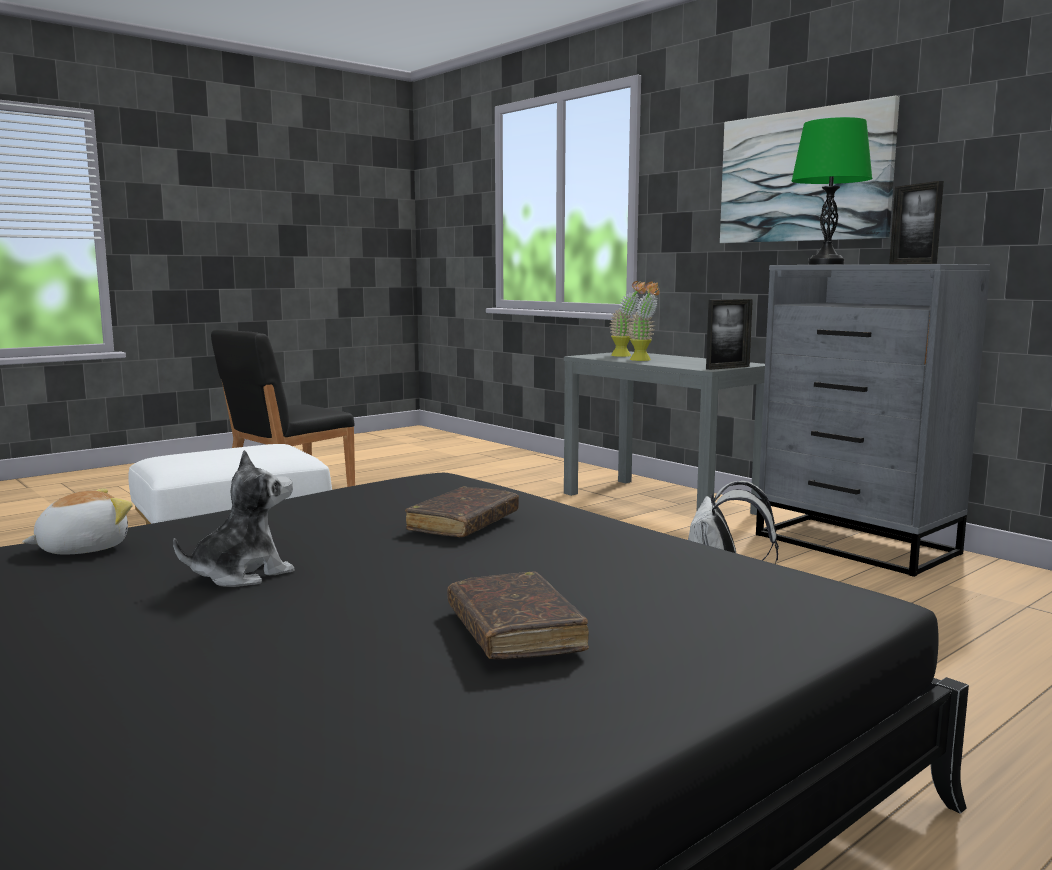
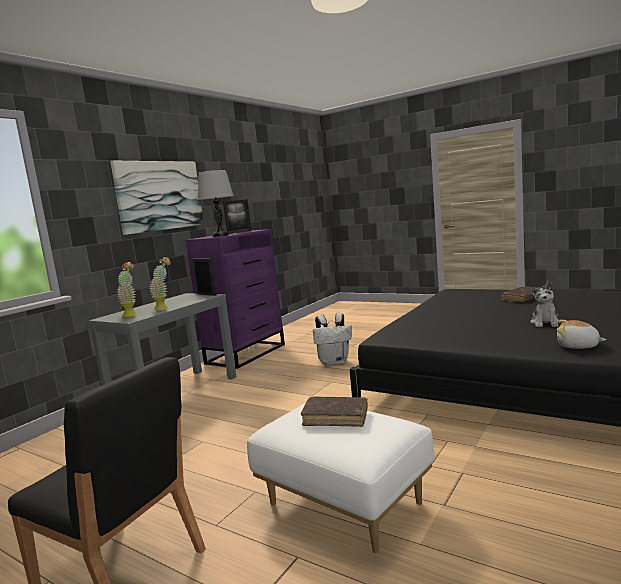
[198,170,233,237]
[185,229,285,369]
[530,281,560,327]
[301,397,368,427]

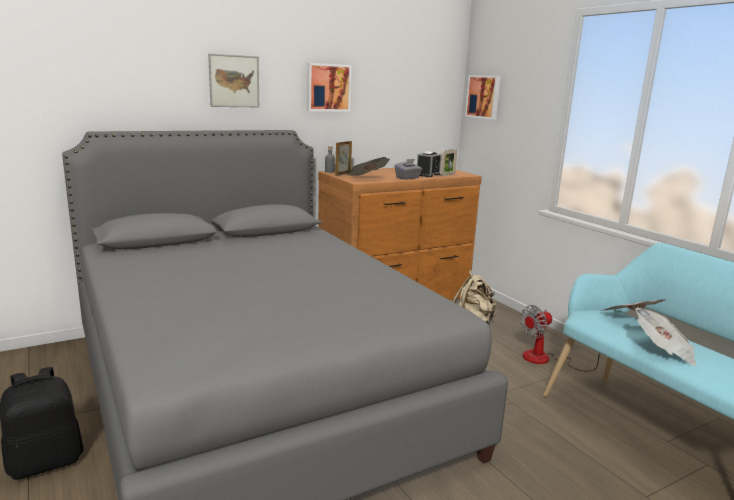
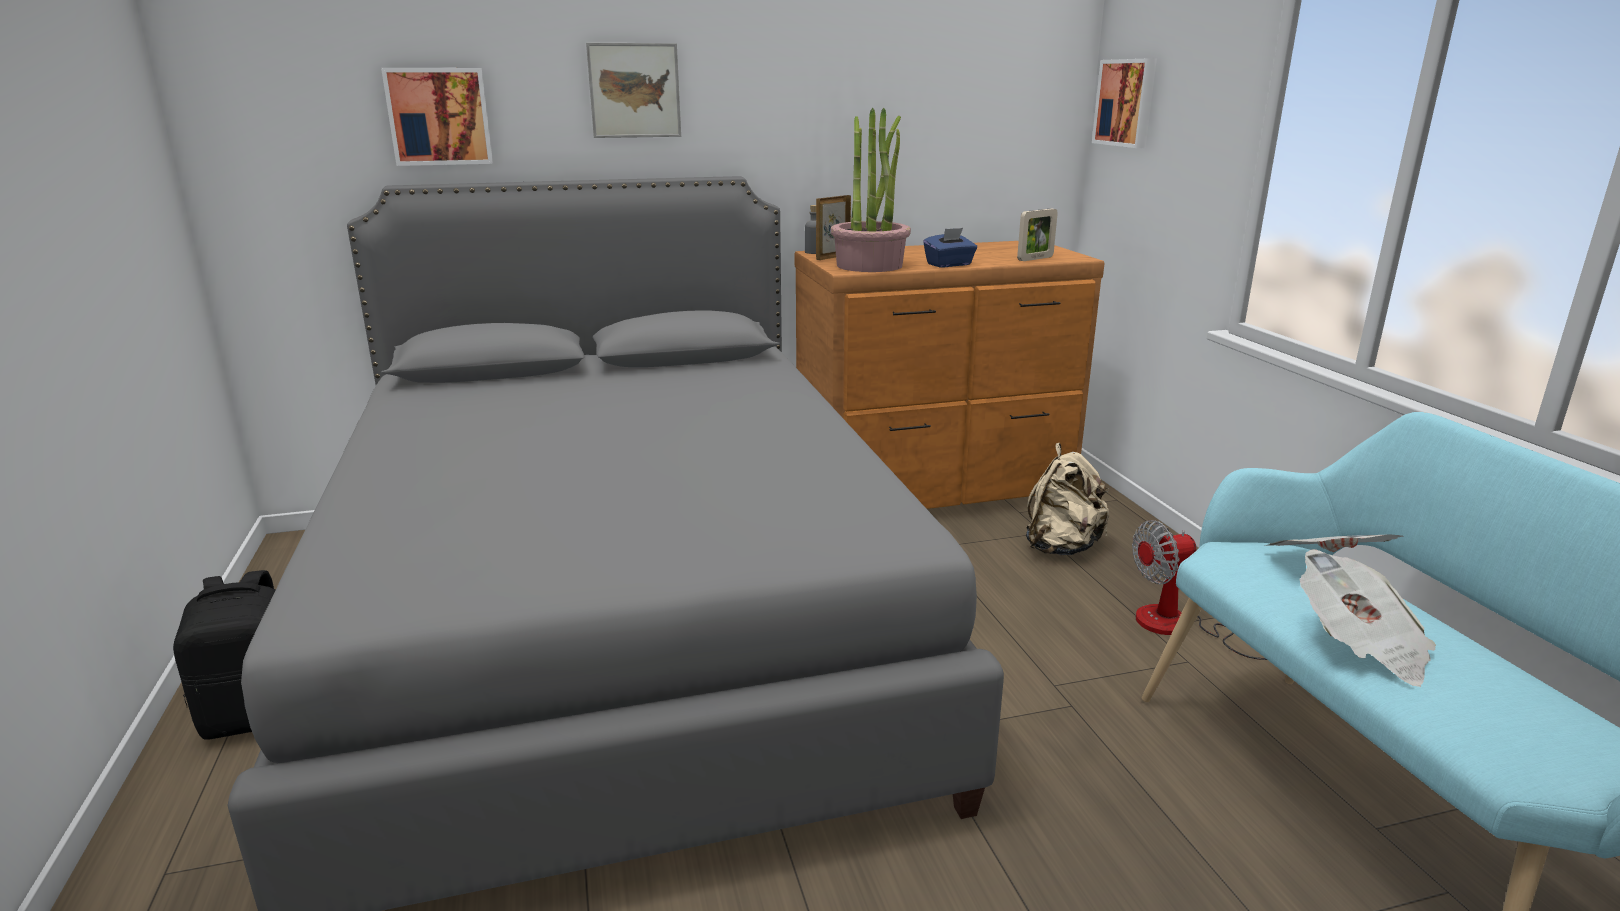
[381,68,493,166]
[417,151,441,177] (first image)
[831,108,911,272]
[923,228,977,267]

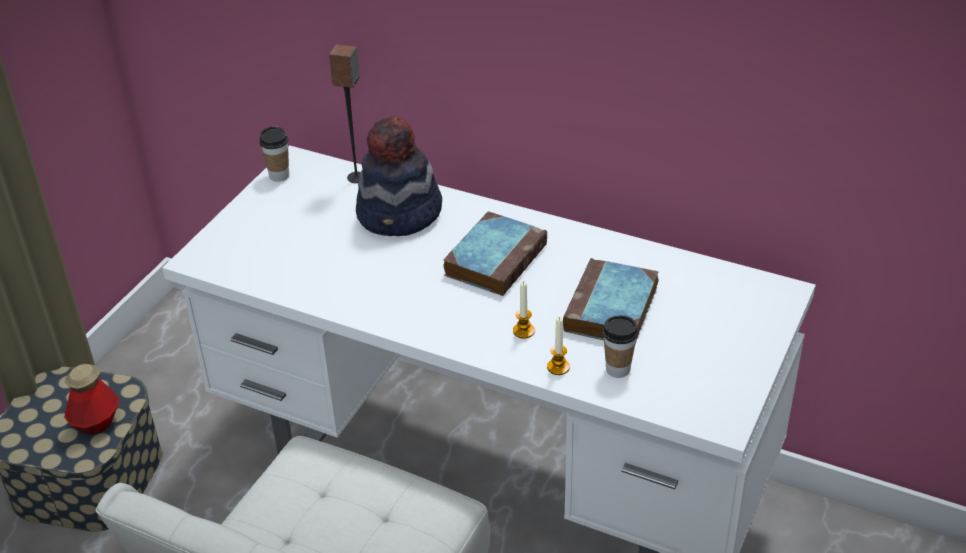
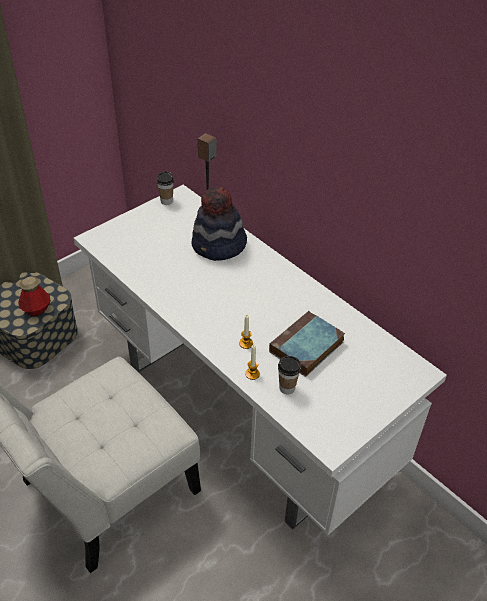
[443,211,547,296] (first image)

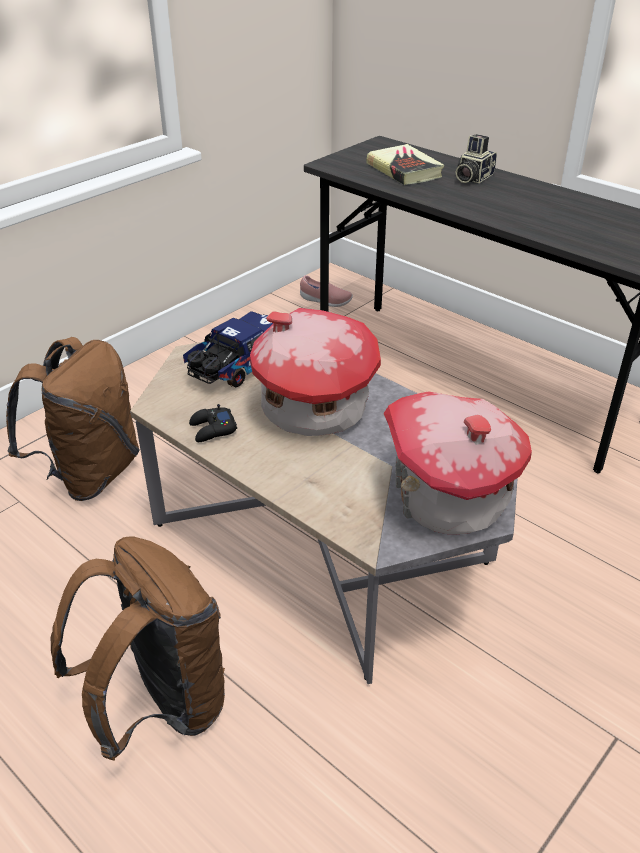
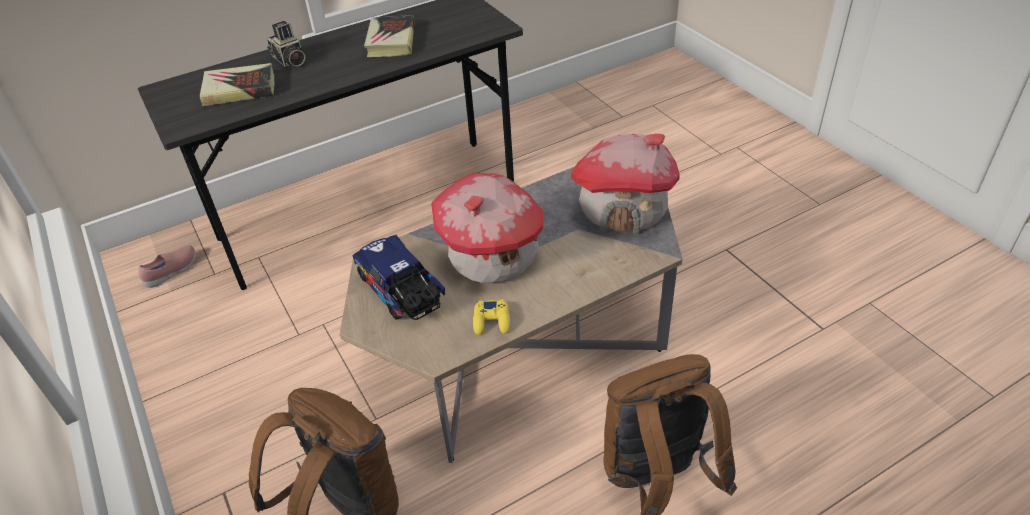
[473,300,510,335]
[364,15,414,57]

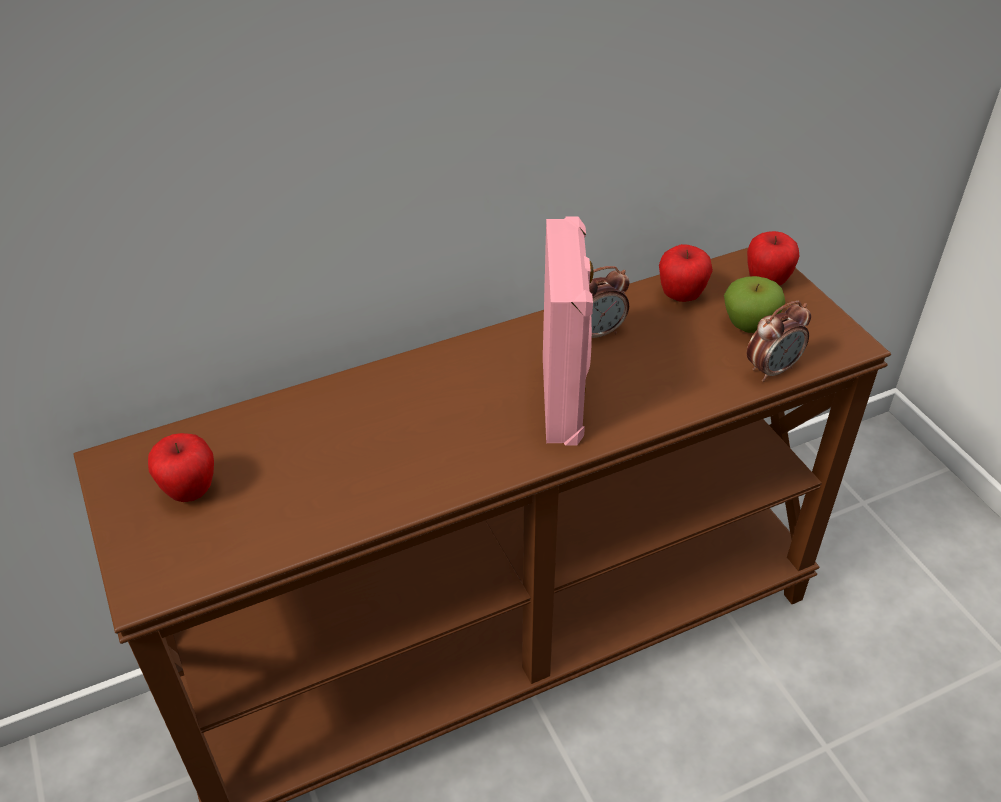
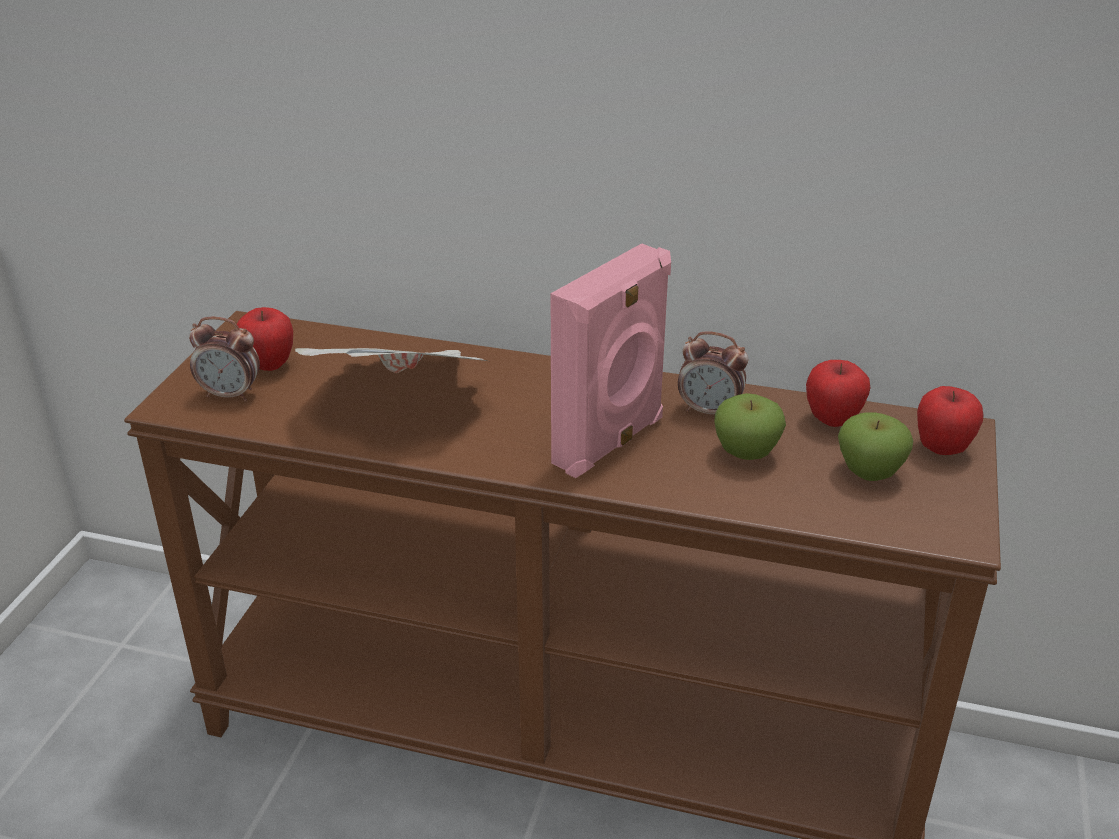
[189,317,260,402]
[295,348,487,373]
[714,393,786,460]

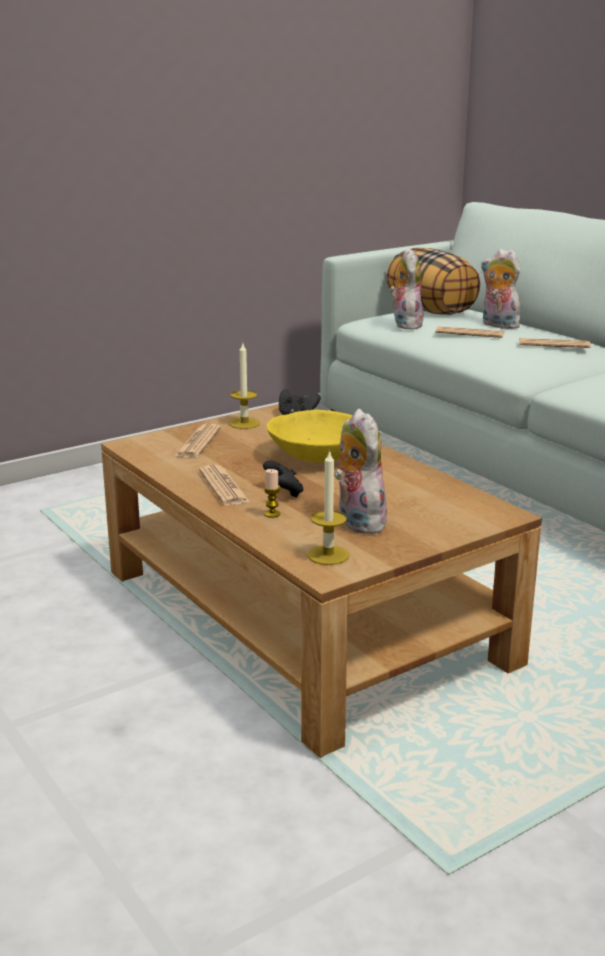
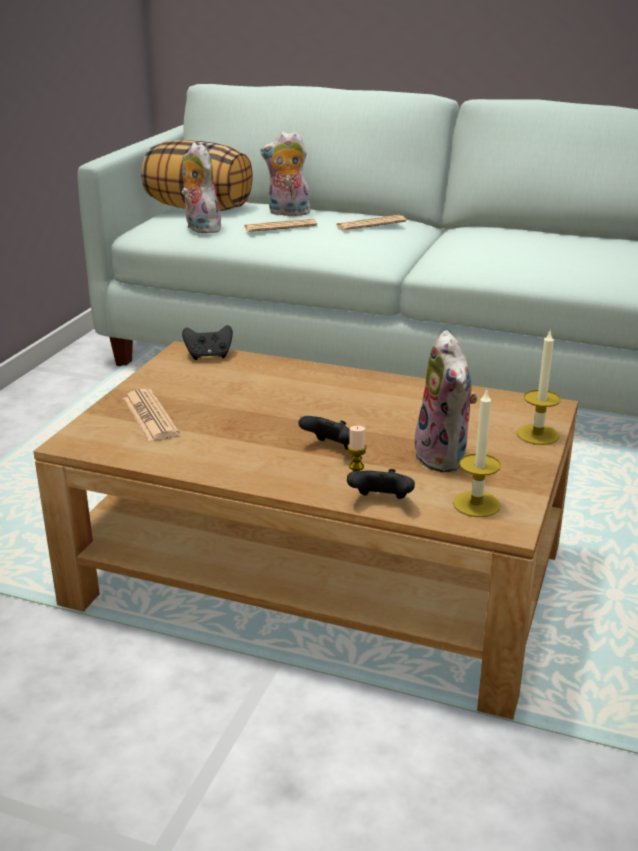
[517,331,561,445]
[415,330,478,472]
[267,410,353,463] (first image)
[199,465,250,505] (first image)
[347,469,415,499]

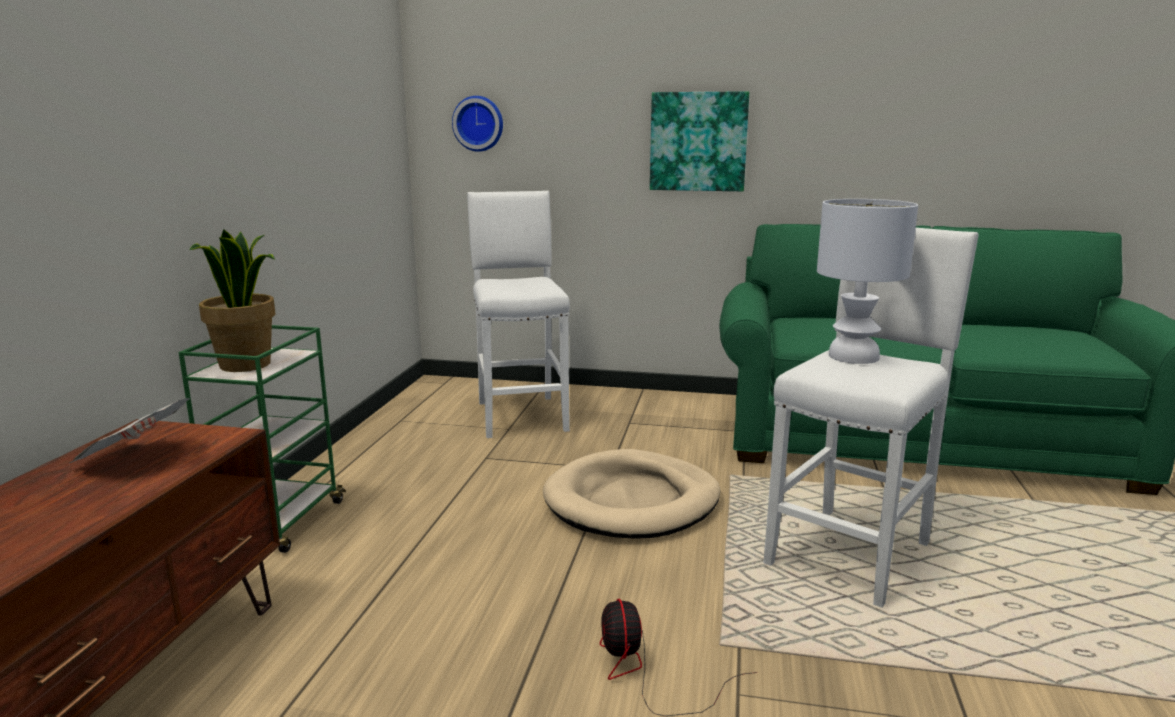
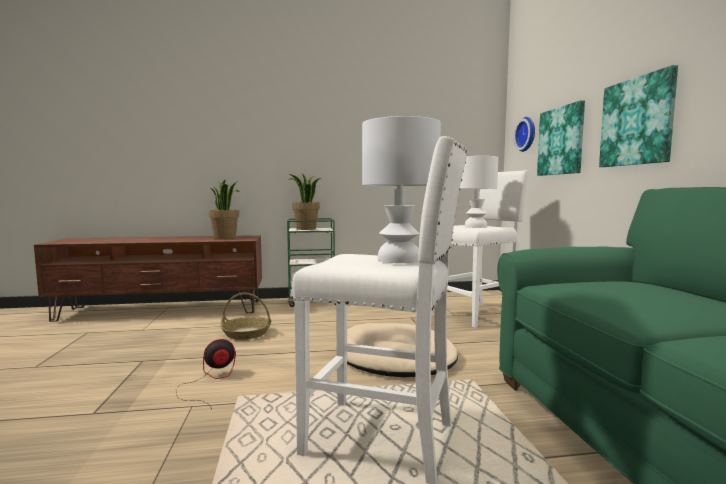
[208,179,239,239]
[537,100,585,176]
[460,156,498,228]
[220,293,271,340]

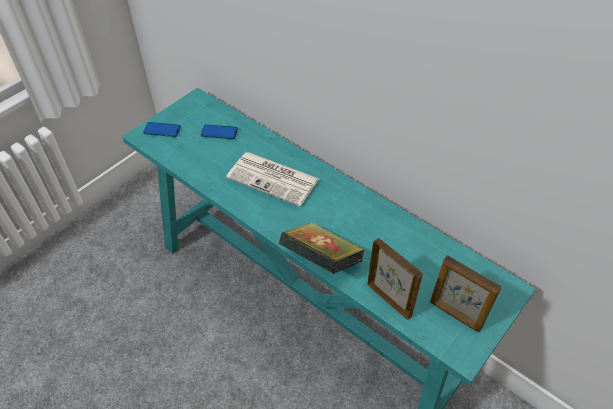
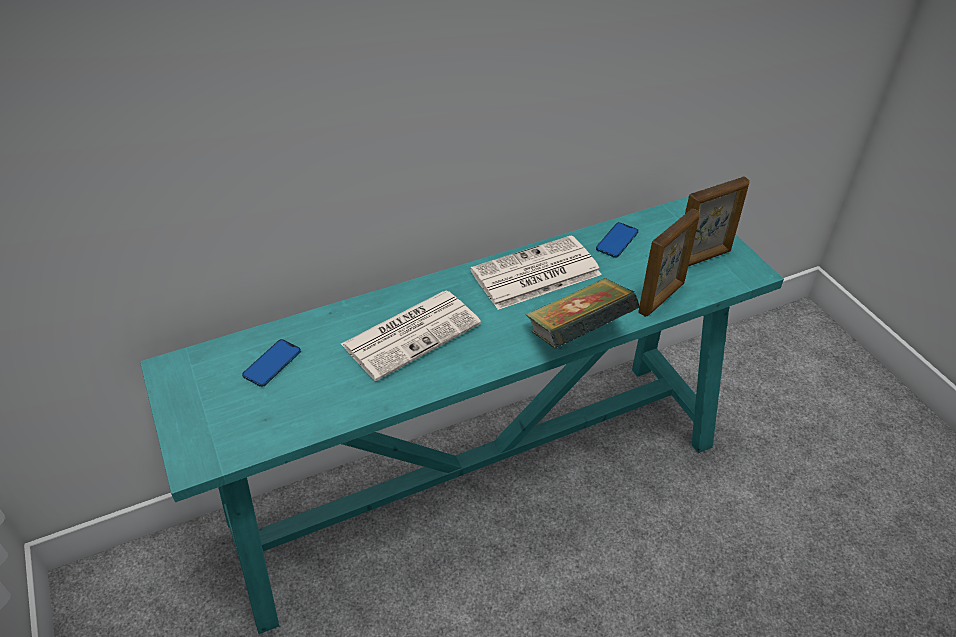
[596,222,639,258]
[638,208,700,317]
[470,235,602,310]

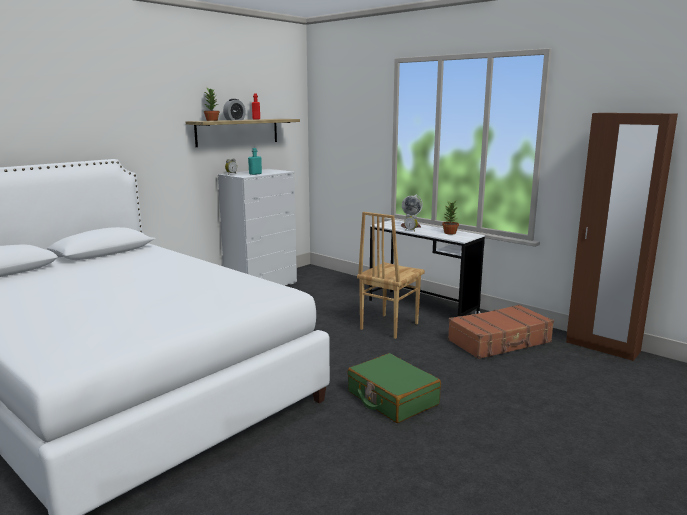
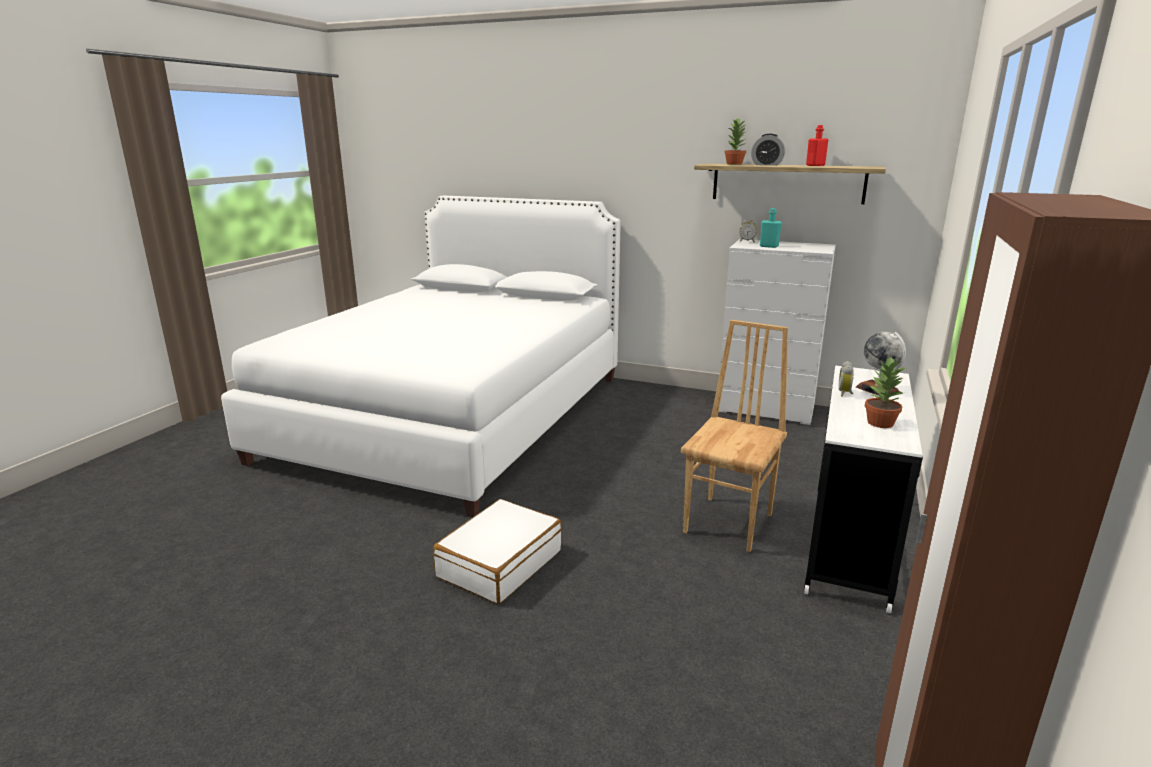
[681,320,788,552]
[448,304,554,359] (first image)
[433,499,562,604]

